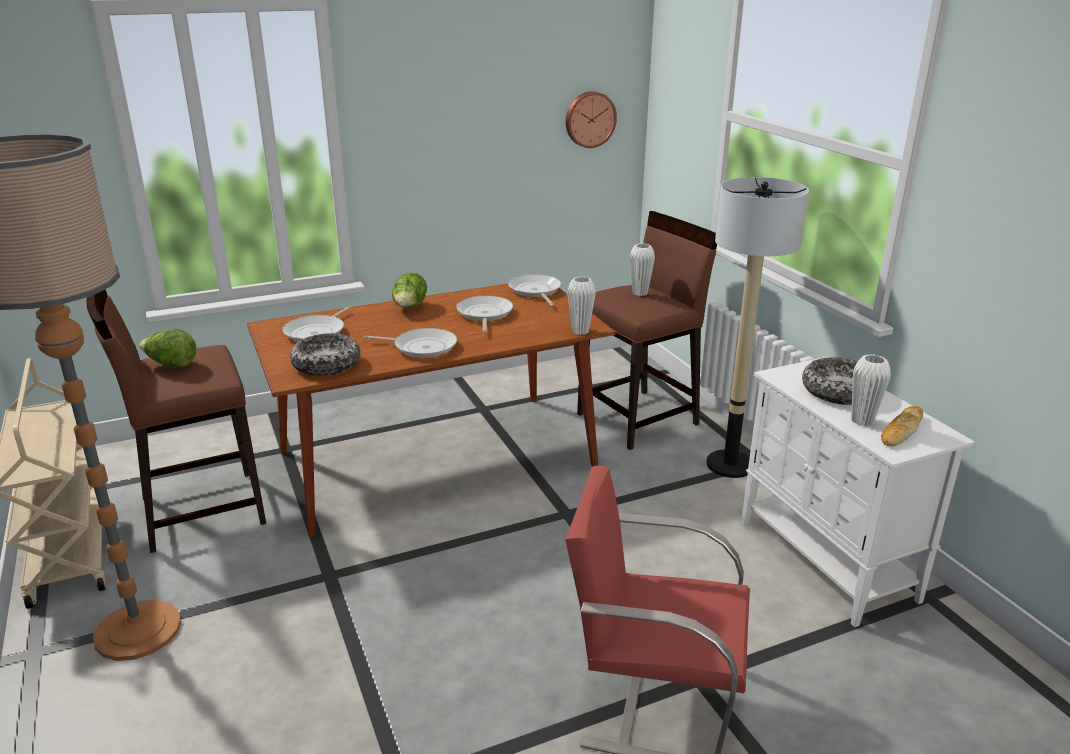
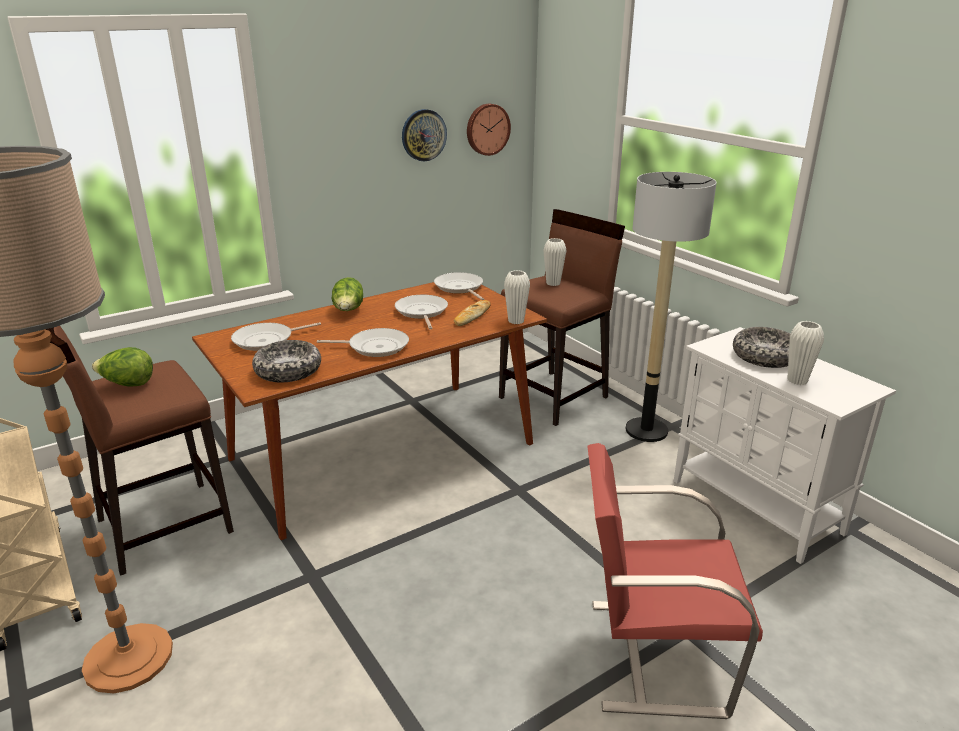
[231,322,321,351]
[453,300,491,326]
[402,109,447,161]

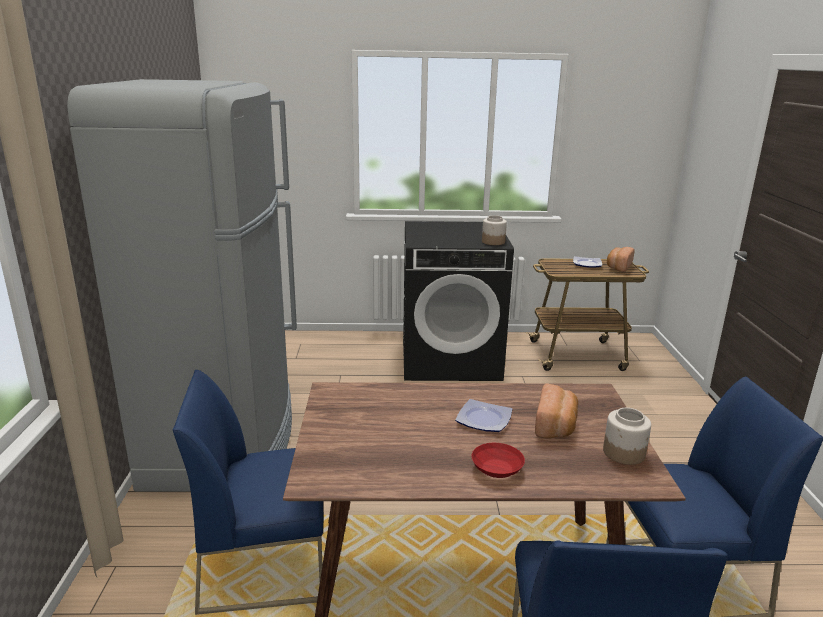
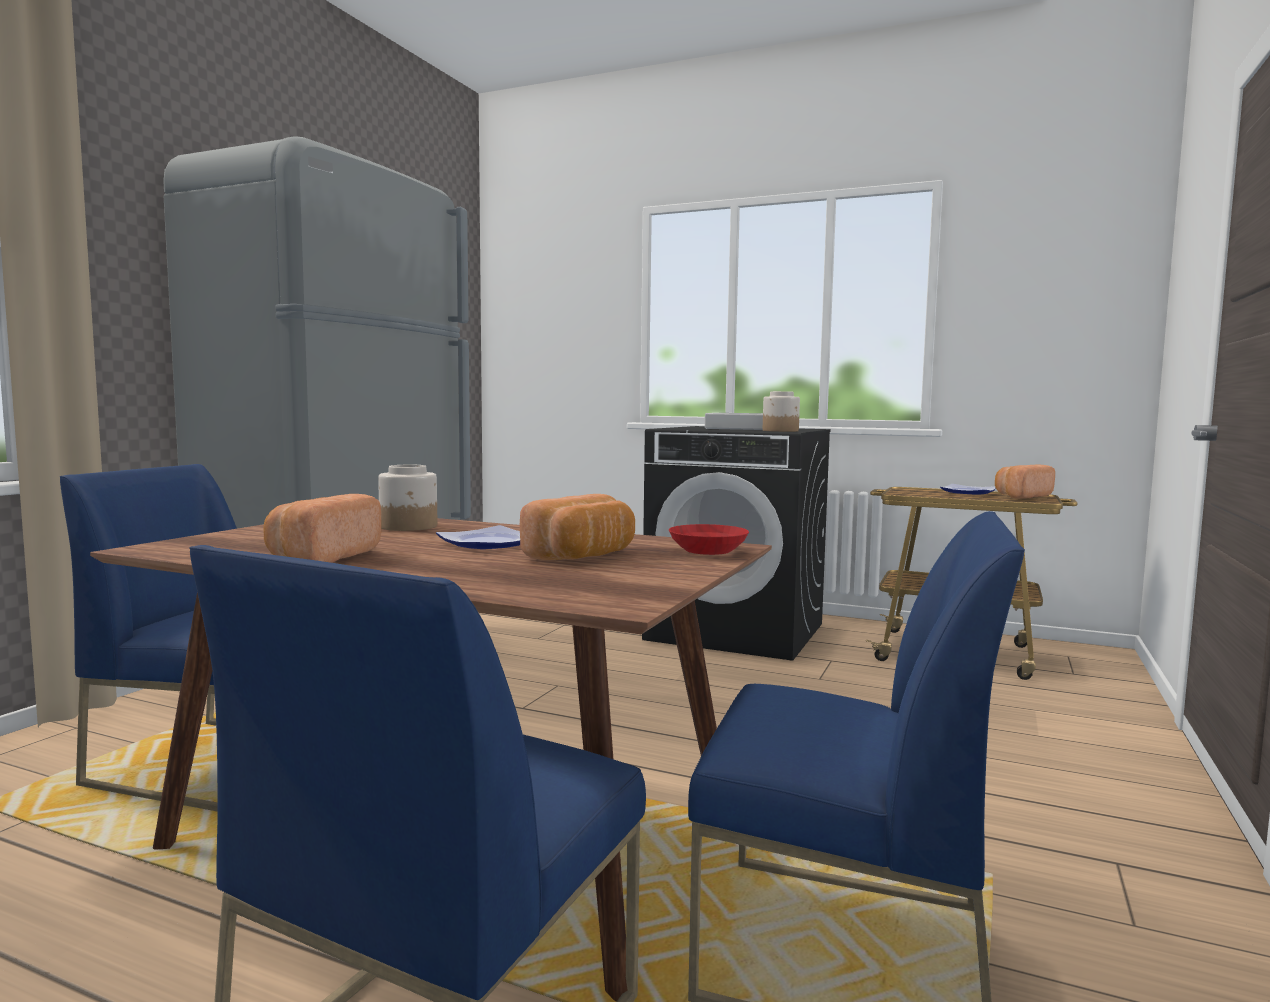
[378,465,437,531]
[669,524,749,555]
[705,413,763,430]
[263,494,381,563]

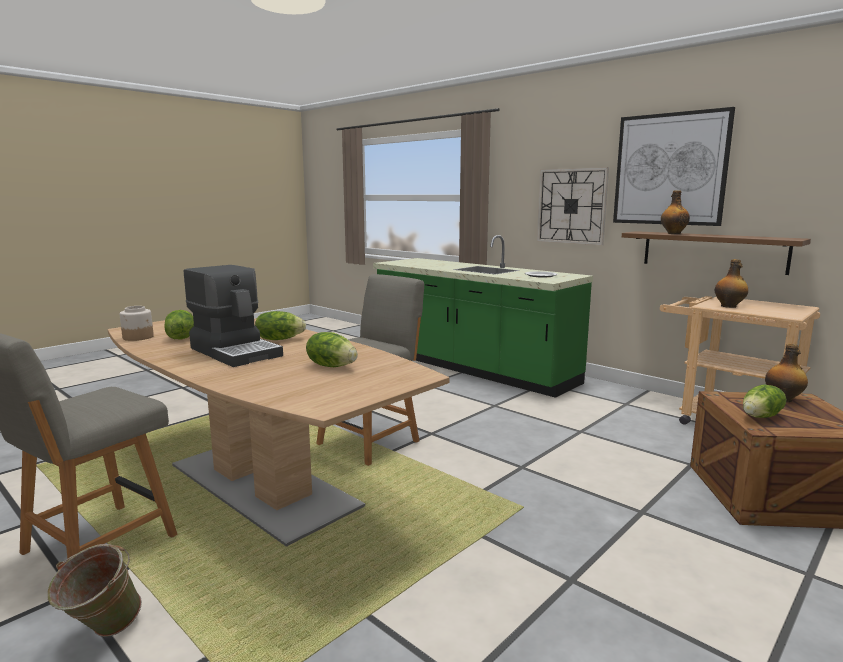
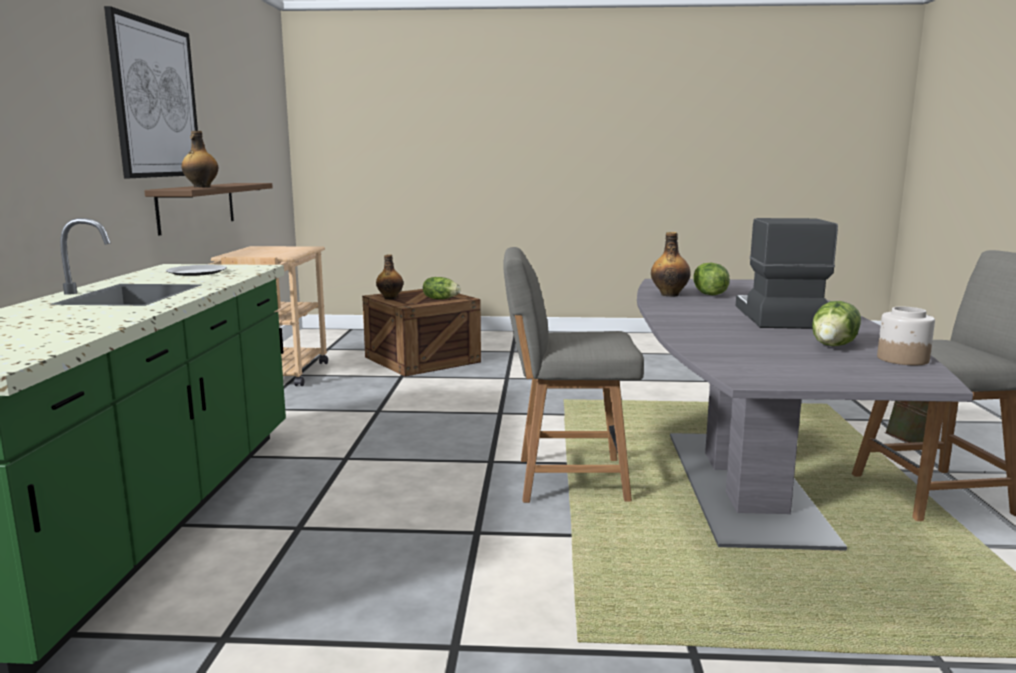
[537,167,609,245] (first image)
[651,232,691,297]
[255,311,306,340] (first image)
[637,279,973,551]

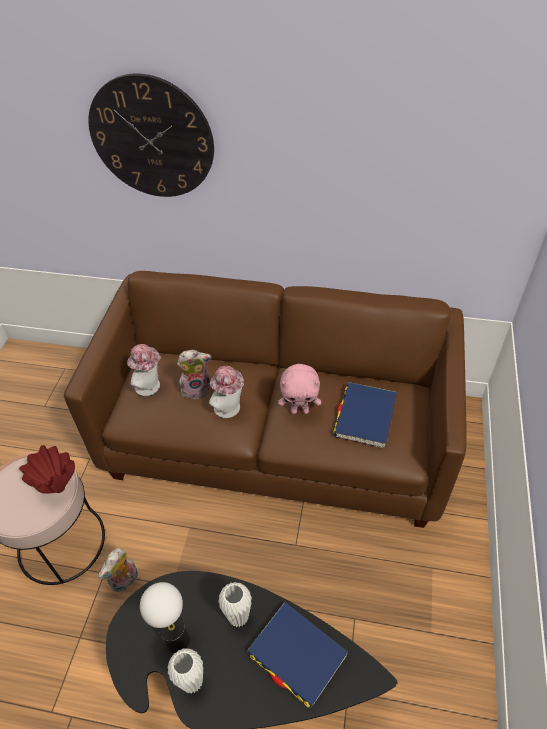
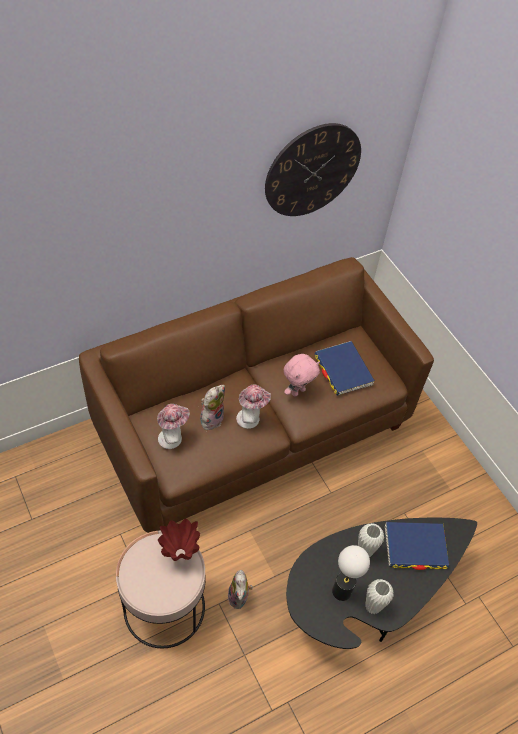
[265,123,361,216]

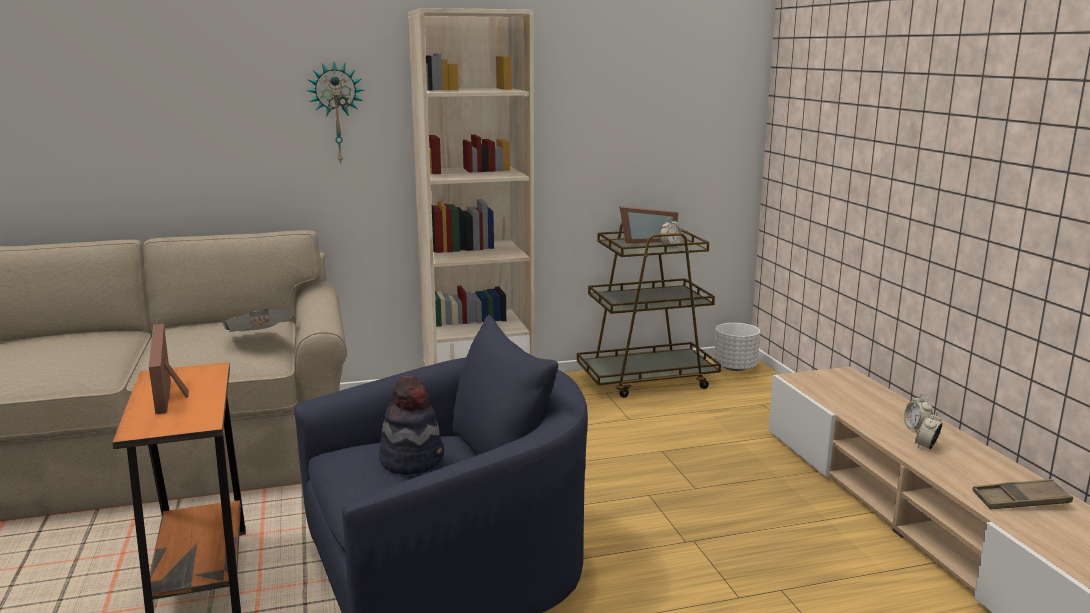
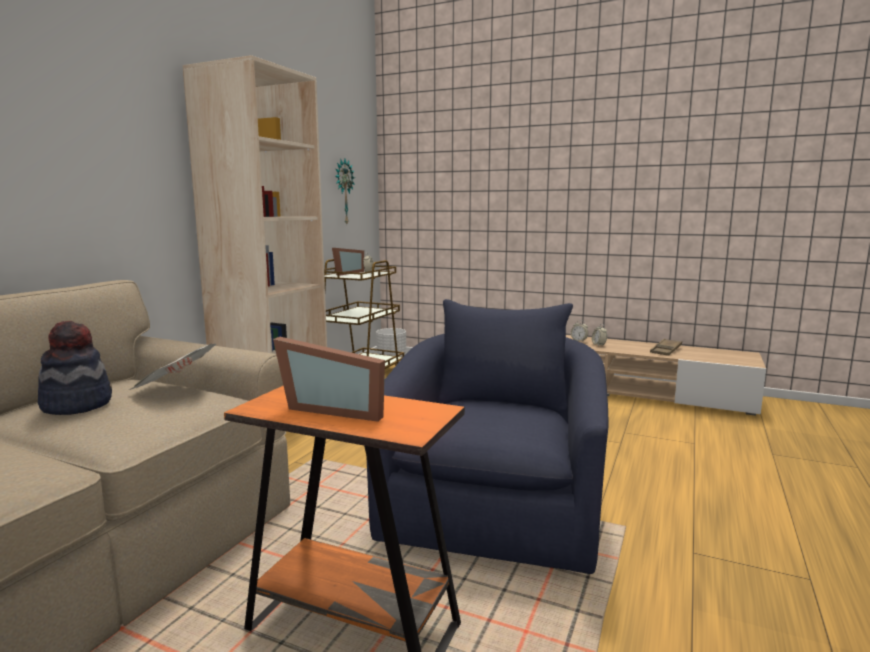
[335,159,355,224]
[38,321,112,415]

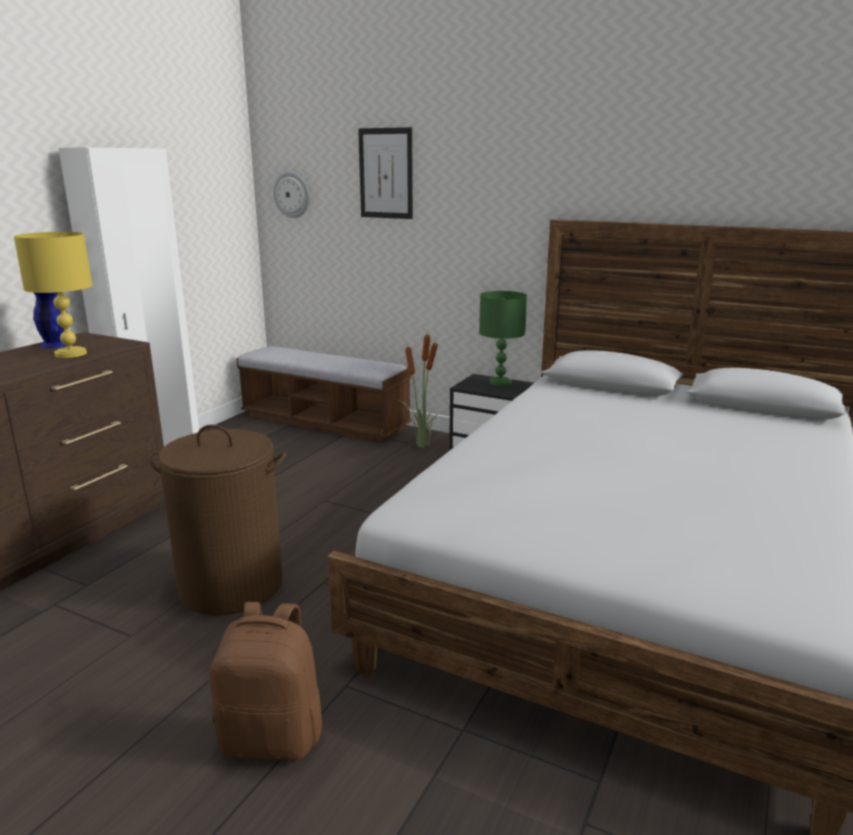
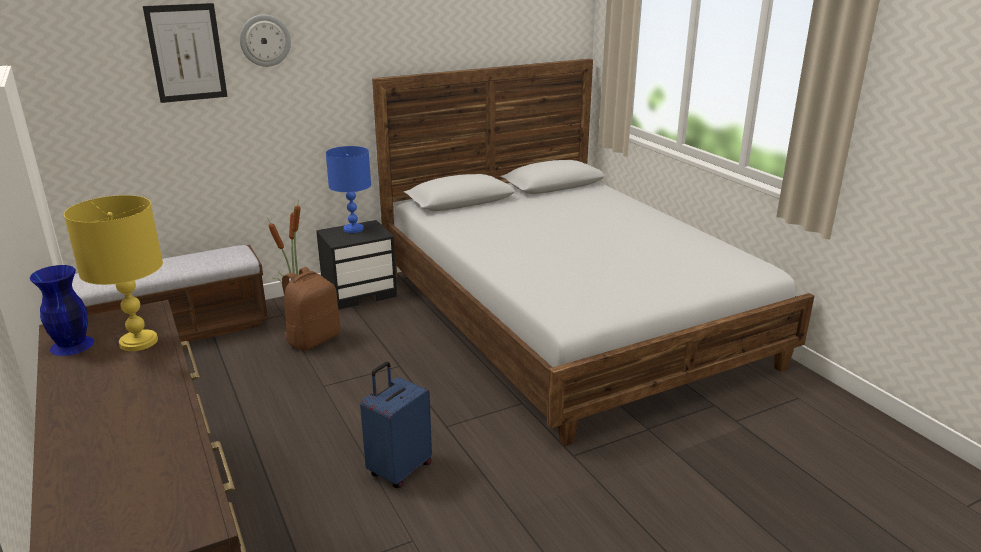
[240,15,291,67]
[326,146,371,233]
[360,362,432,488]
[282,267,340,351]

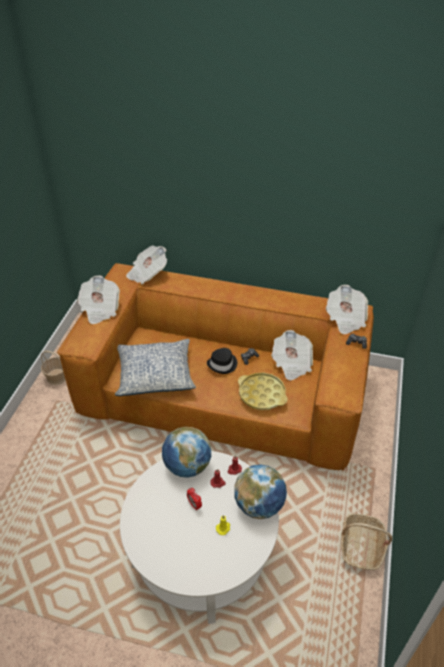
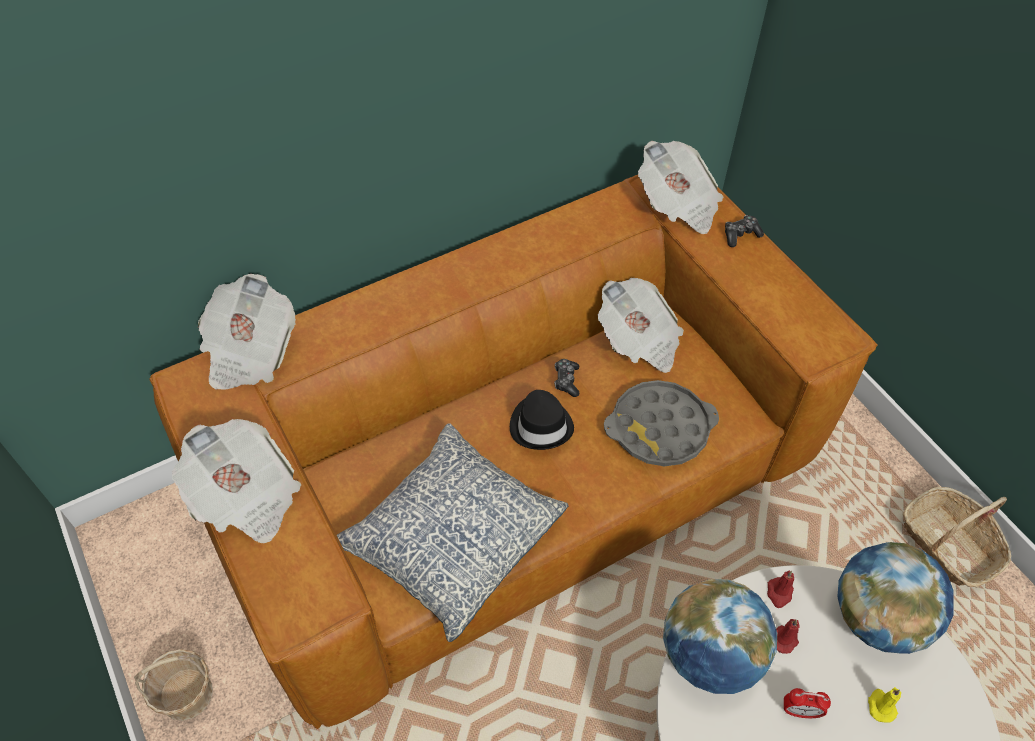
[604,380,719,466]

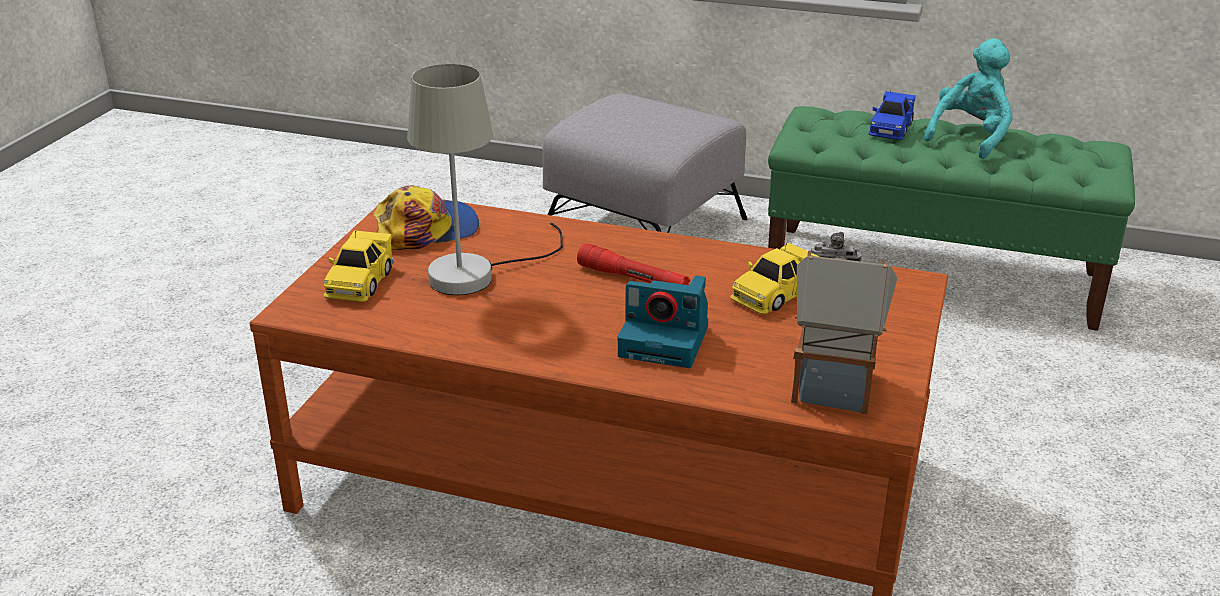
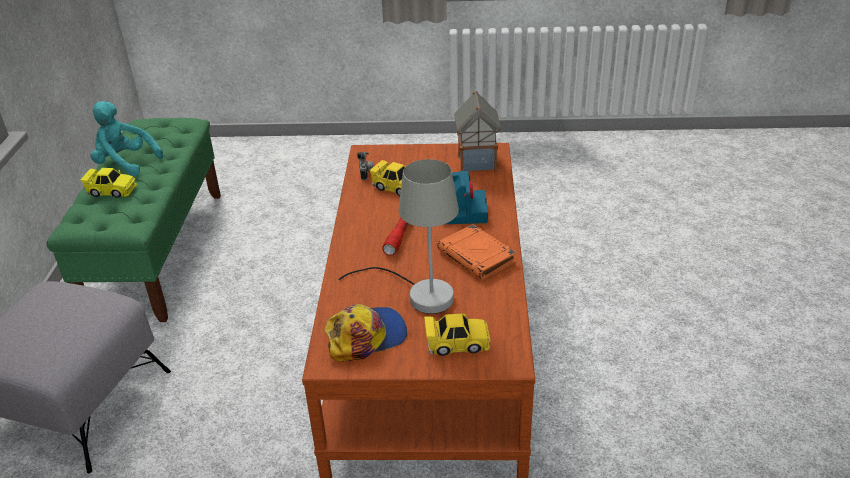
[81,168,137,198]
[324,304,407,362]
[437,224,517,280]

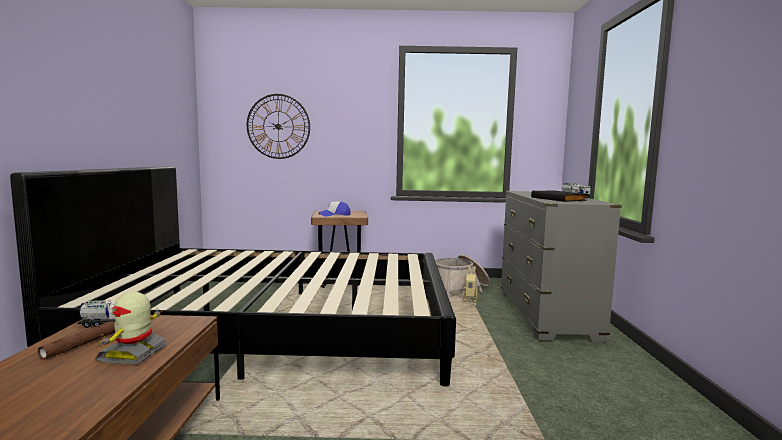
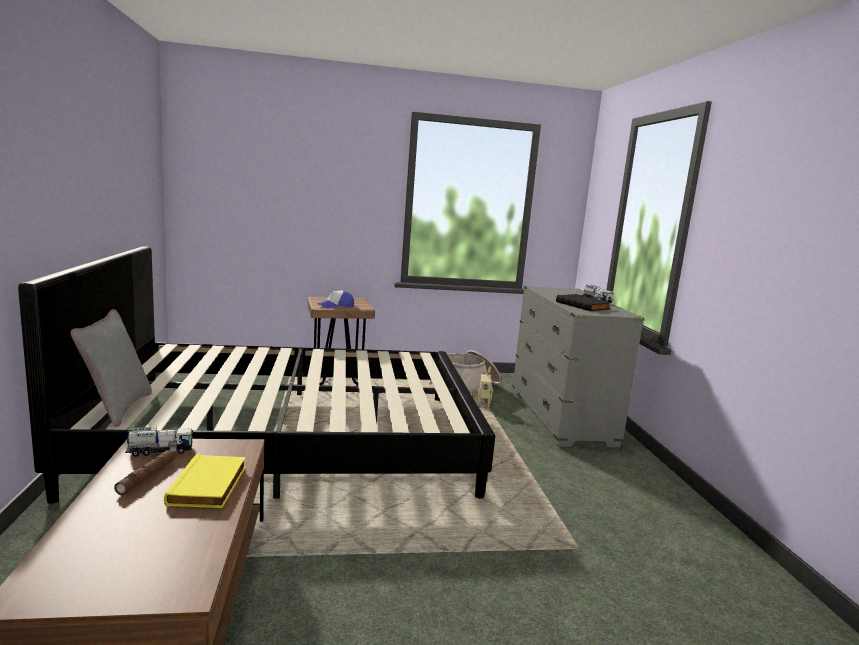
[247,94,310,159] (first image)
[164,454,246,508]
[70,309,152,427]

